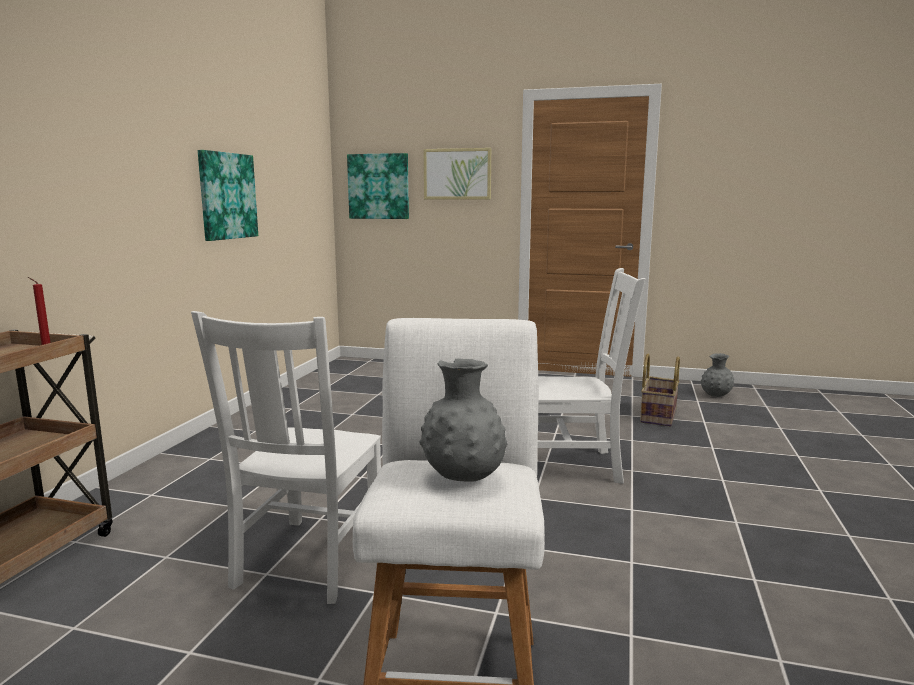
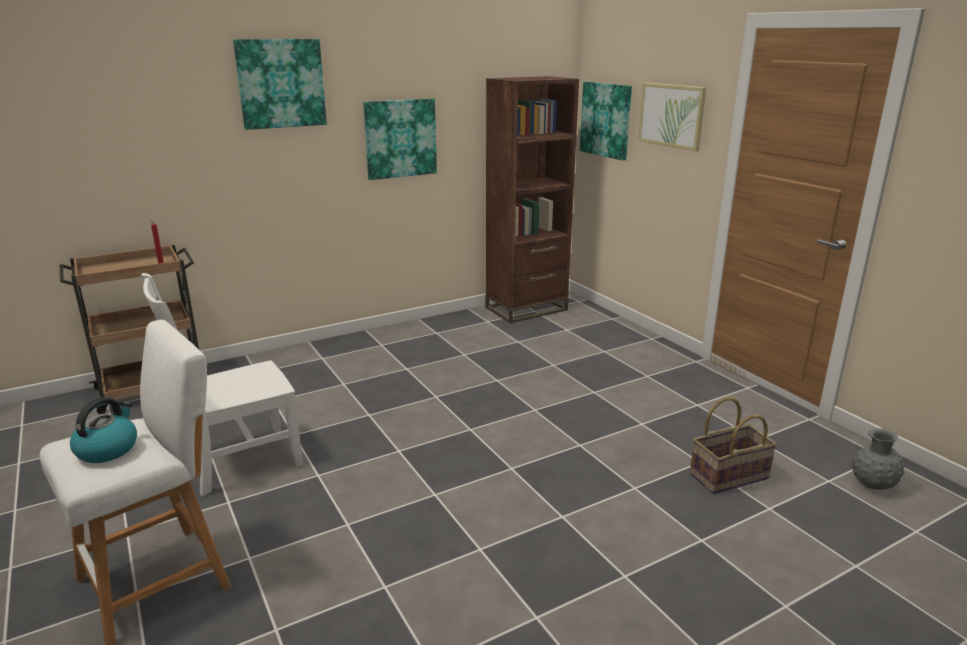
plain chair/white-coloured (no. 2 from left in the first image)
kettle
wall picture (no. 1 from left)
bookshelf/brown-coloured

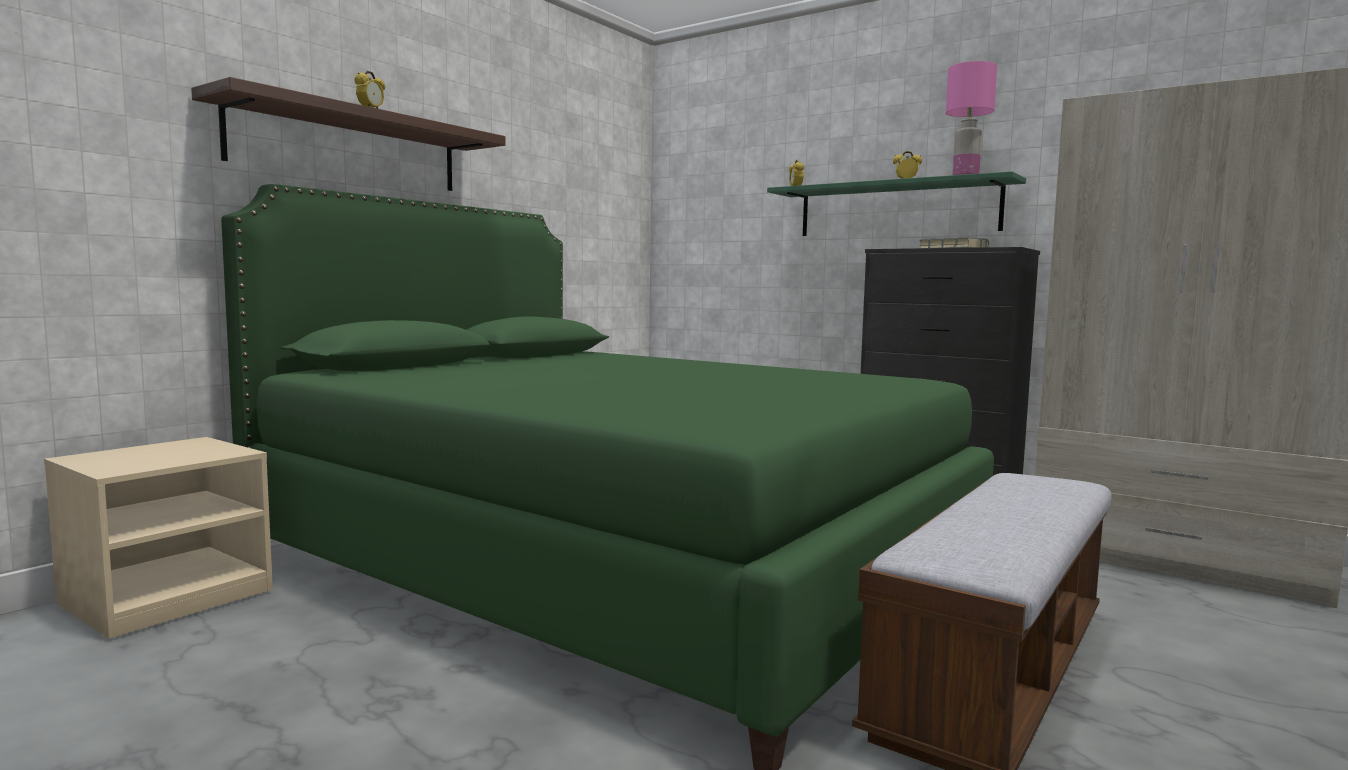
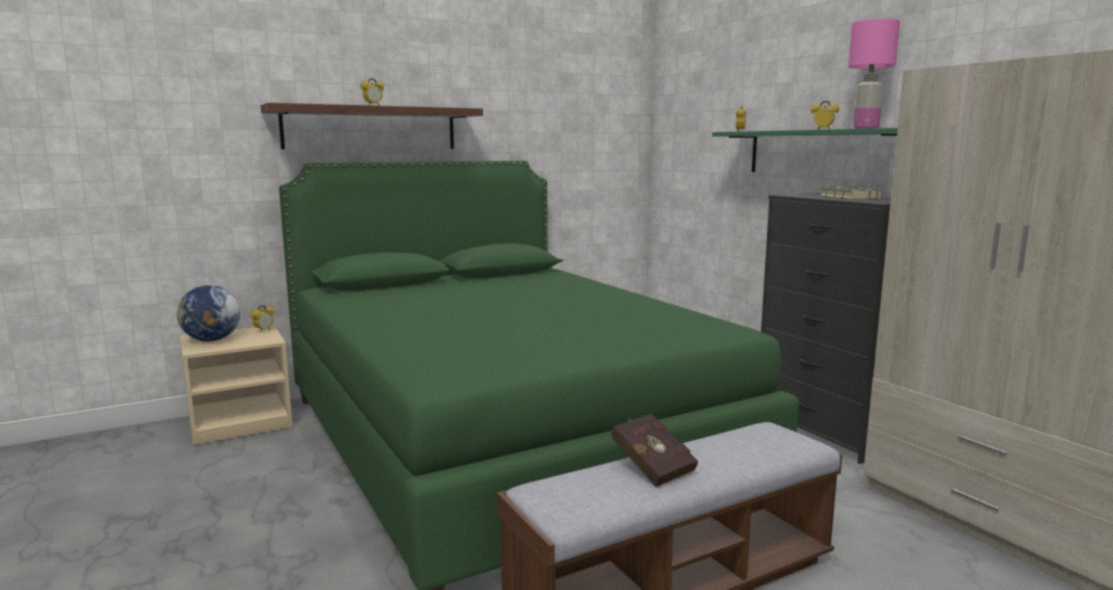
globe
alarm clock (no. 1 from left)
volume/reddish

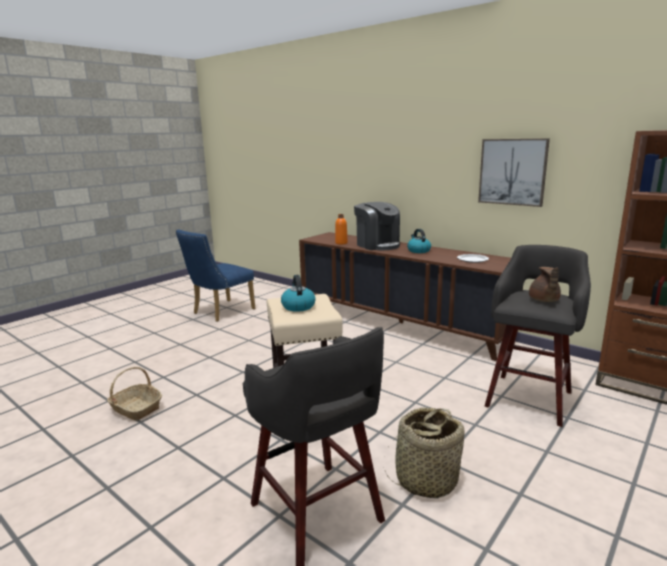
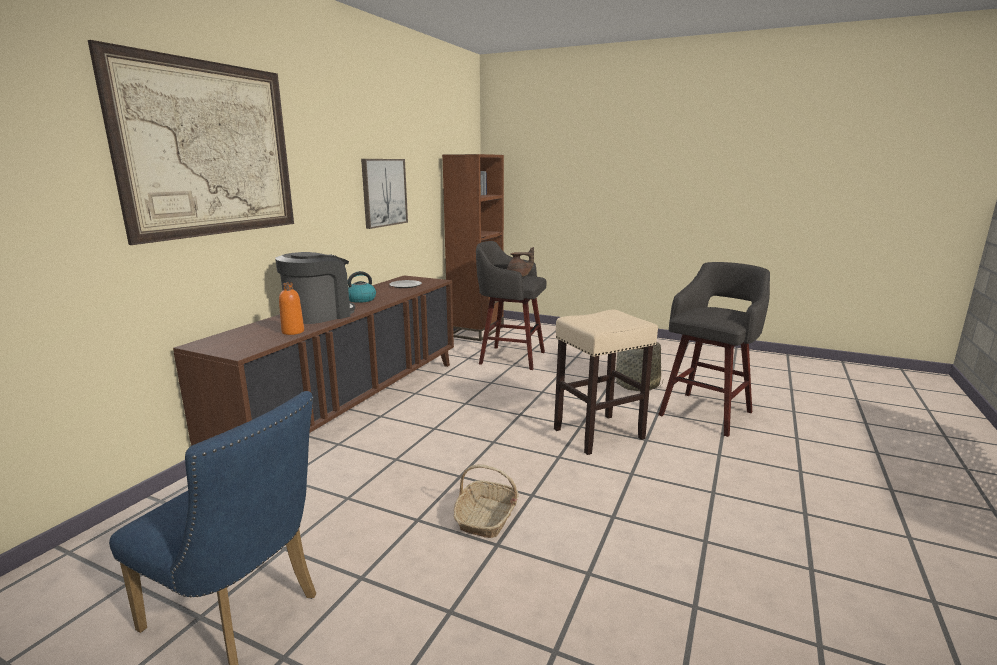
kettle (no. 1 from left in the first image)
basket (no. 1 from left)
wall picture (no. 1 from left)

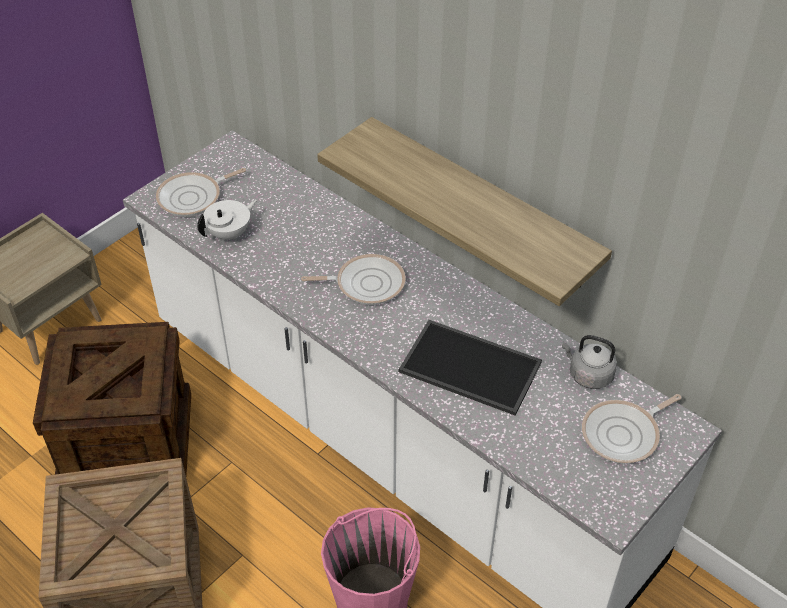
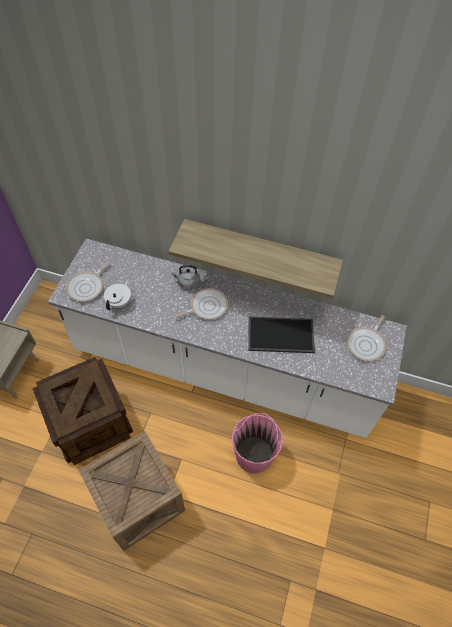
kettle/grey

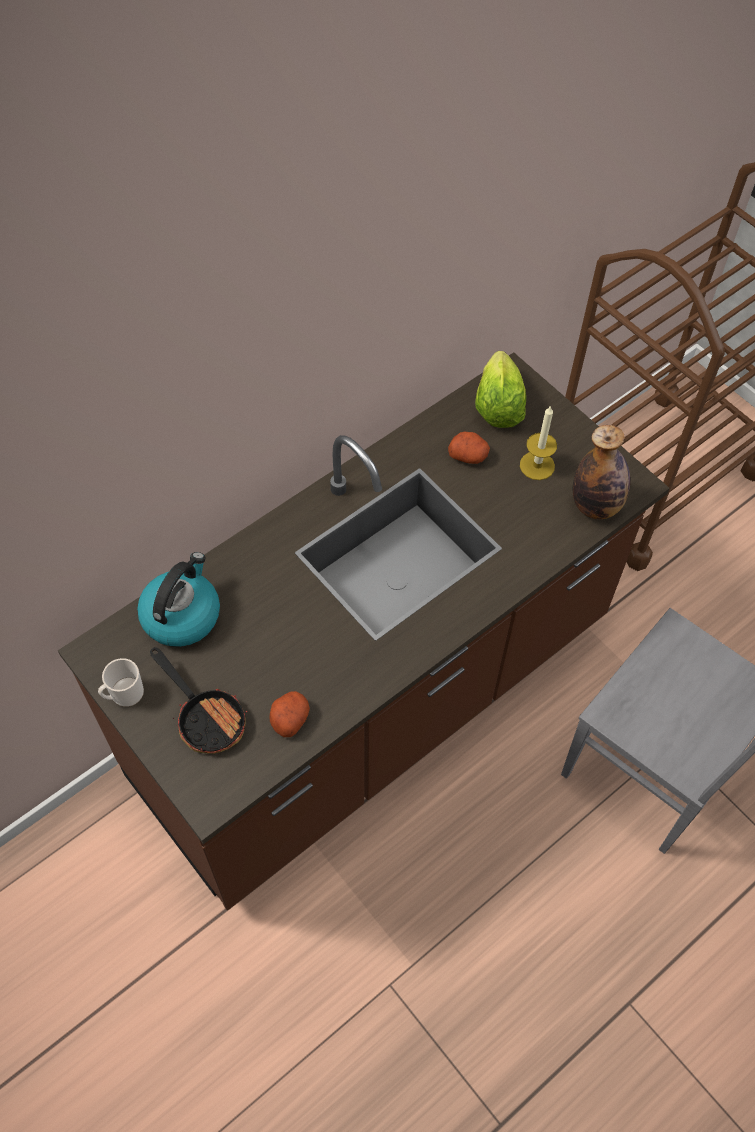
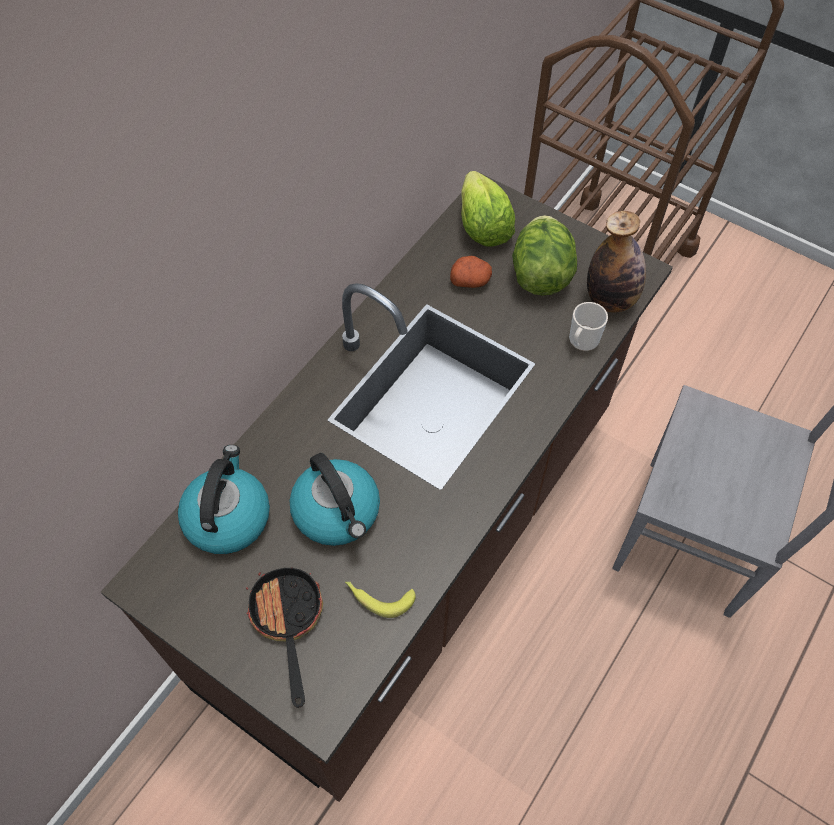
lettuce head (no. 2 from left)
pan
mug
banana fruit
kettle (no. 2 from left)

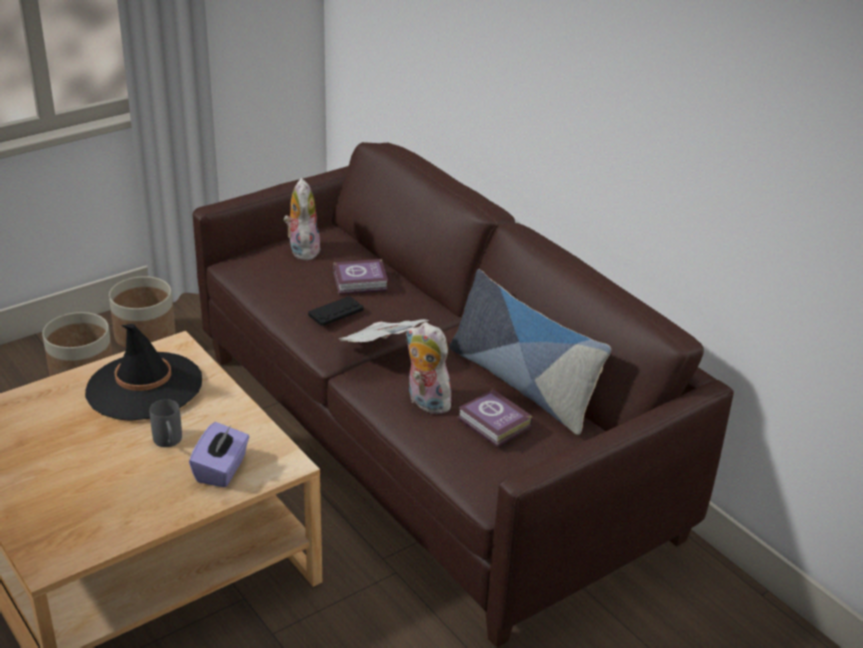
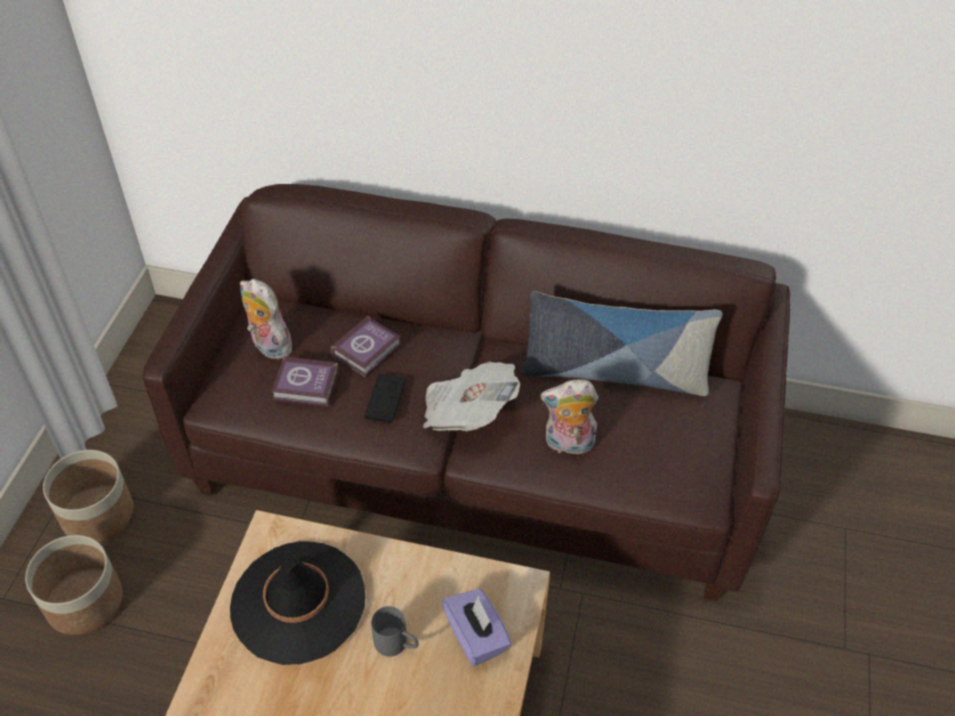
volume (no. 1 from left)

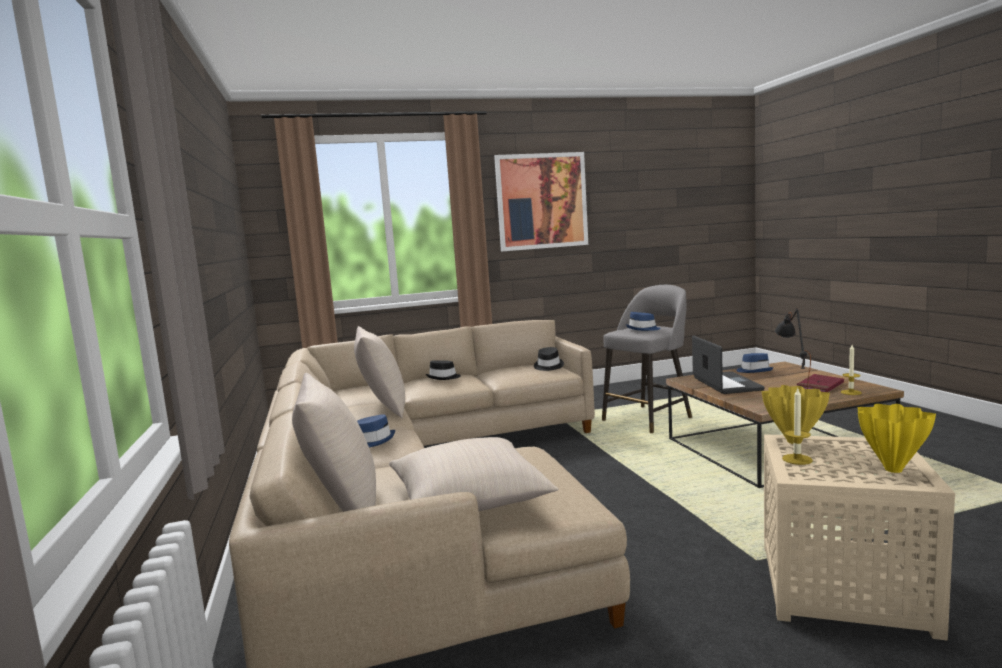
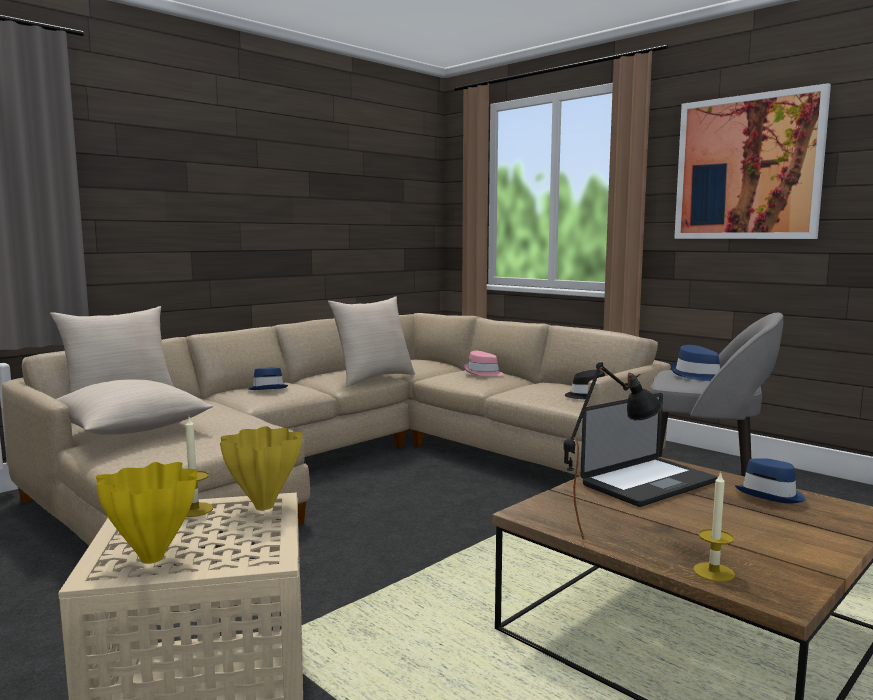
wearable hat/pinkish
volume/reddish

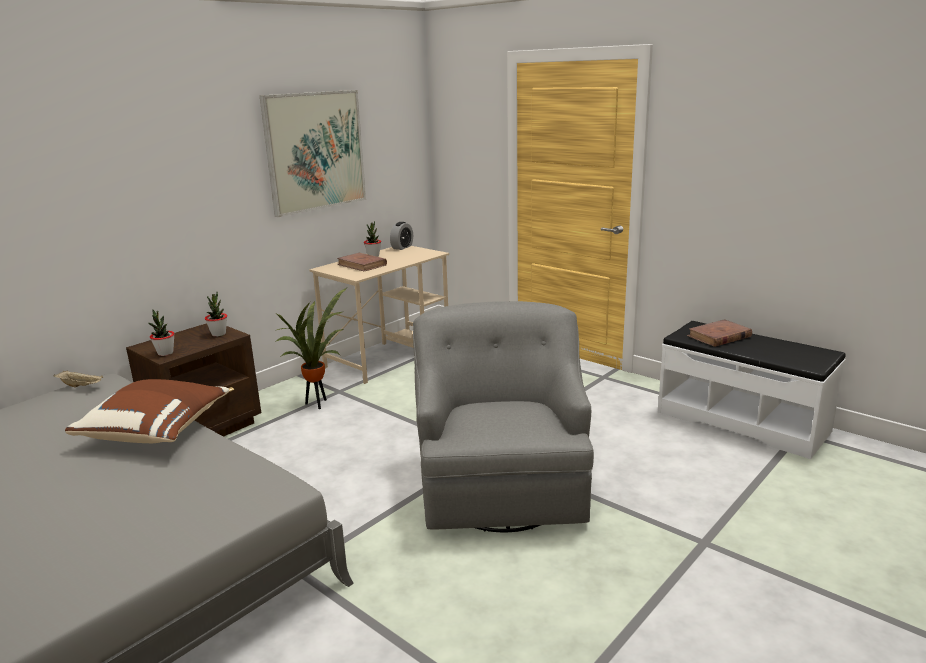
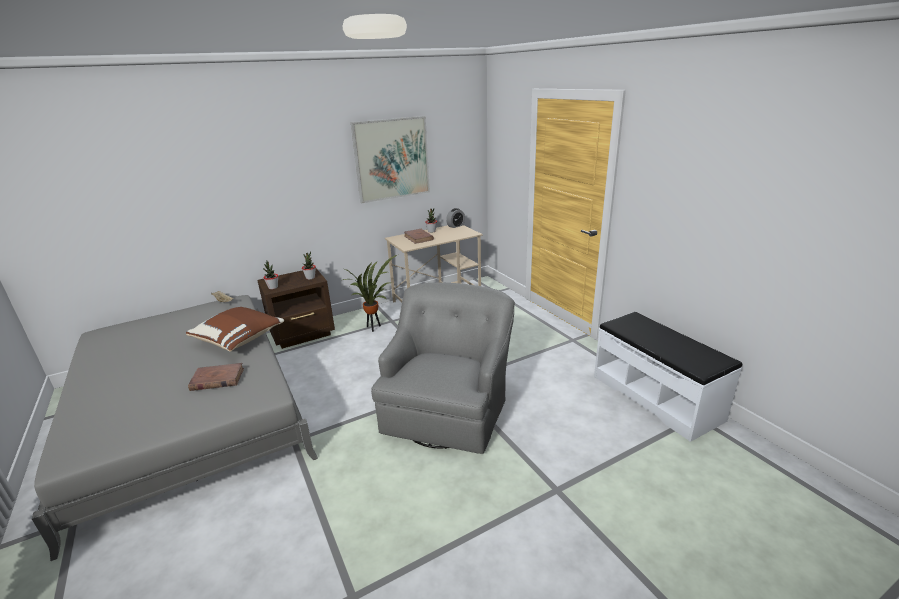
volume/brown-coloured (no. 1 from left)

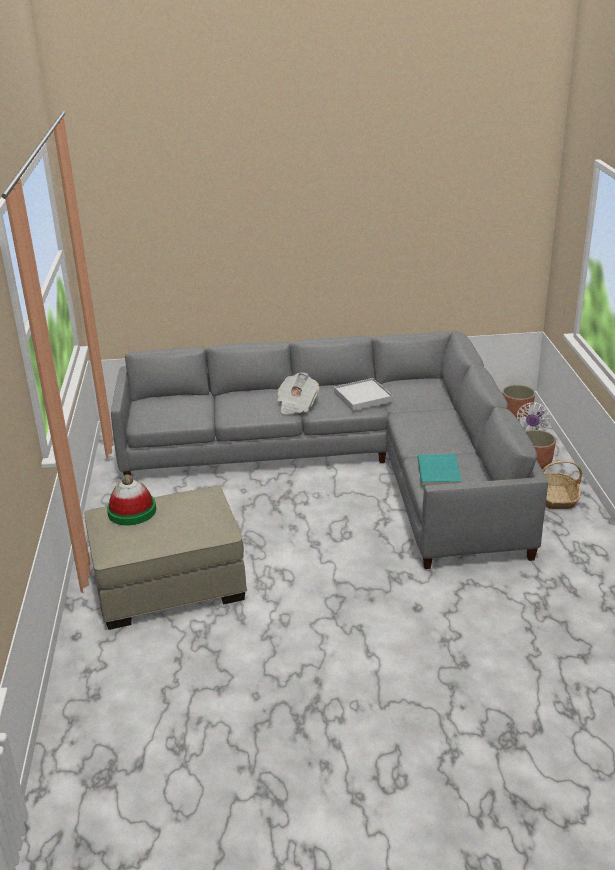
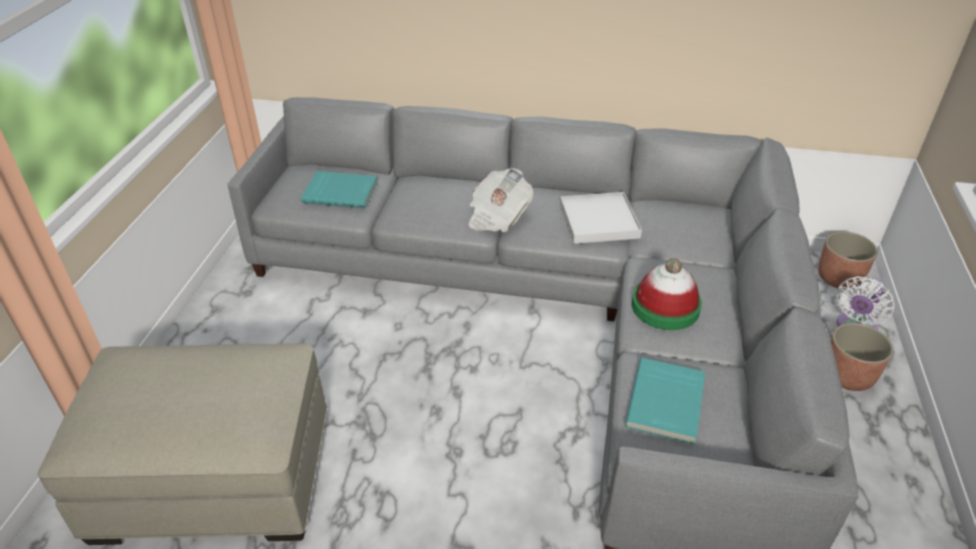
basket
wearable hat
volume/blue-green (no. 1 from left)

